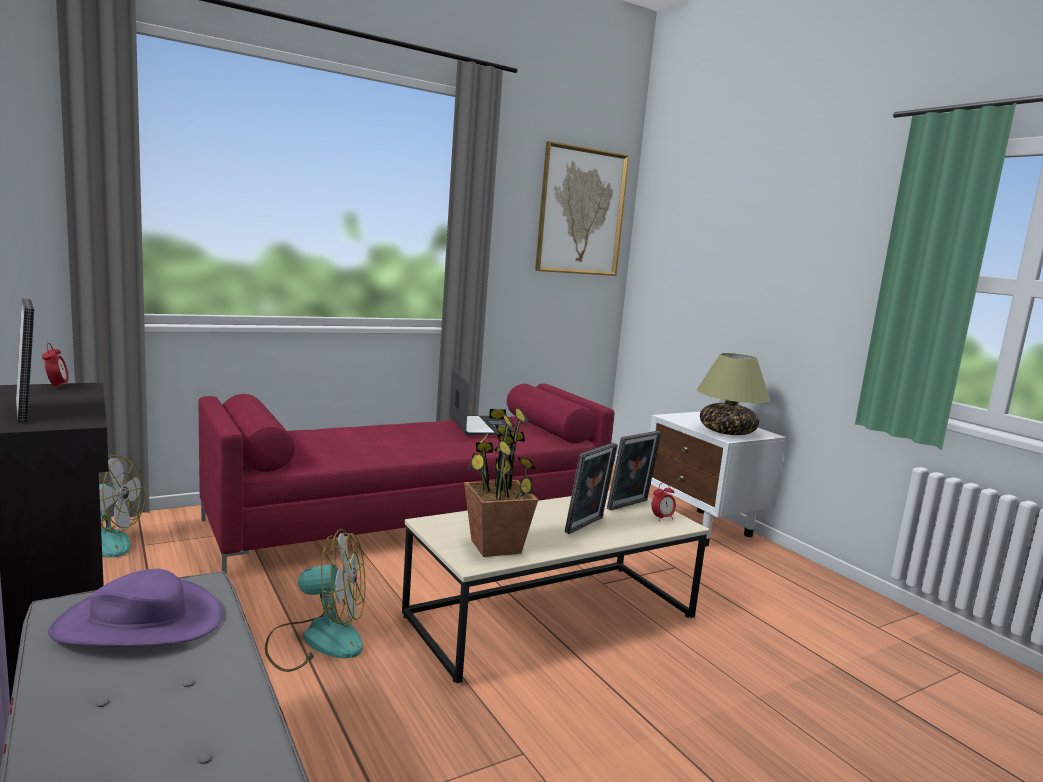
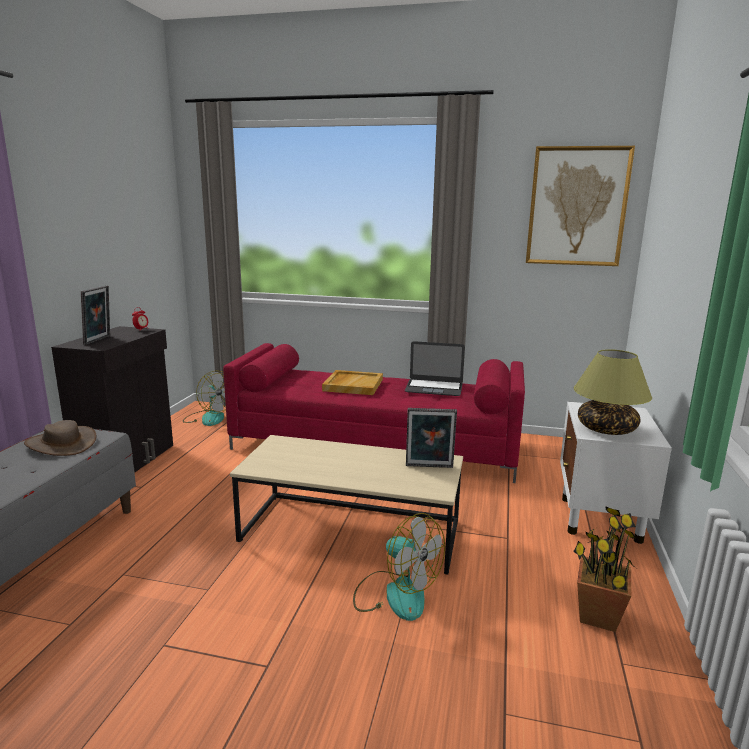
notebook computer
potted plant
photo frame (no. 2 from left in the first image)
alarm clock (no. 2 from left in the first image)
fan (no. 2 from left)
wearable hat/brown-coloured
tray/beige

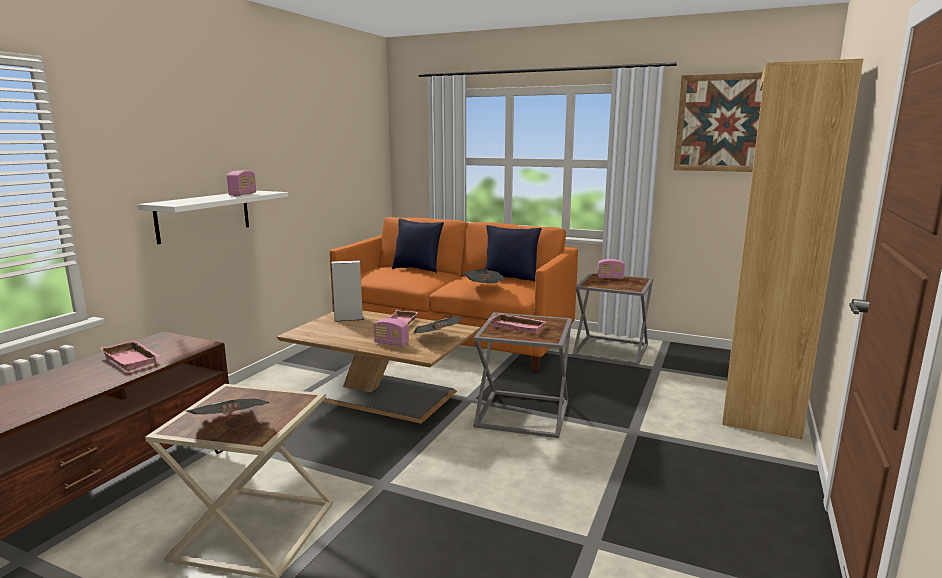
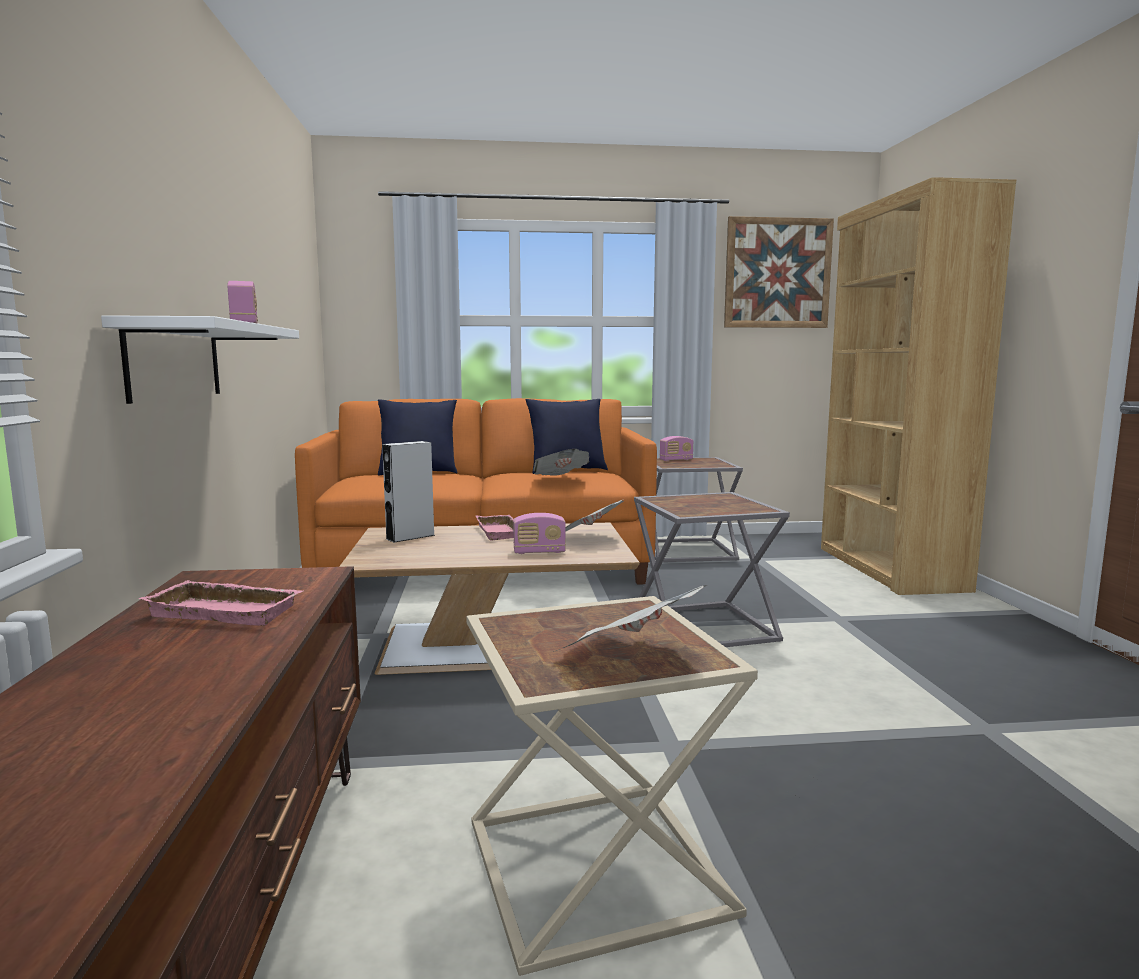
tray/pinkish (no. 3 from left in the first image)

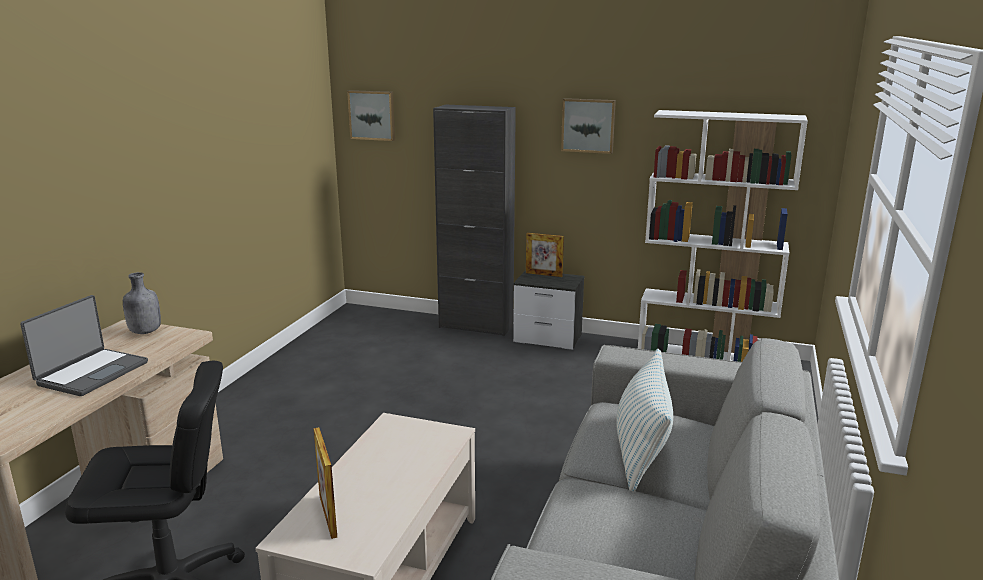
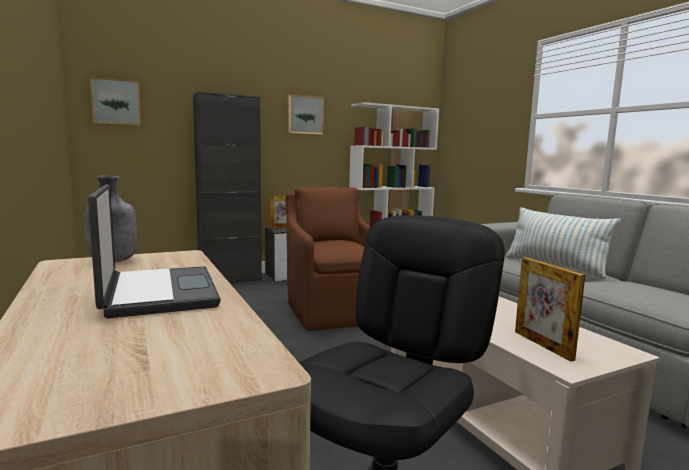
photo frame (no. 2 from left)
easy chair/brown-coloured

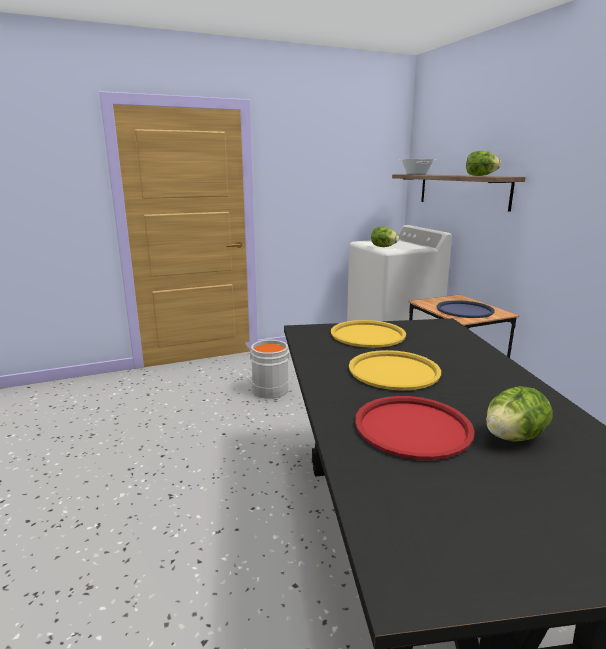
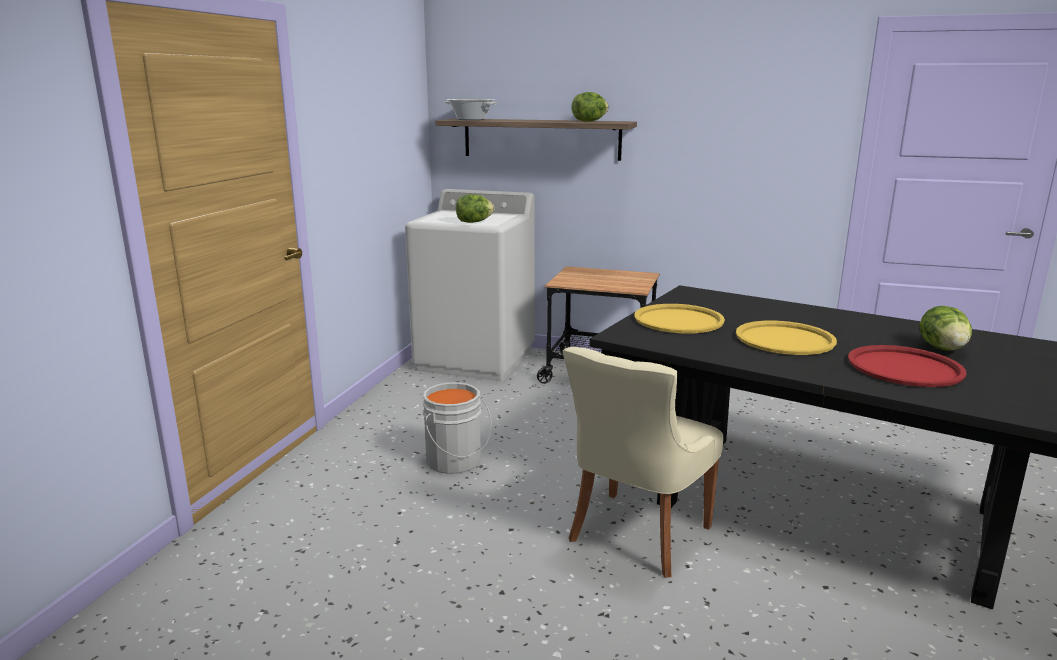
tray/blue-coloured
plain chair/beige

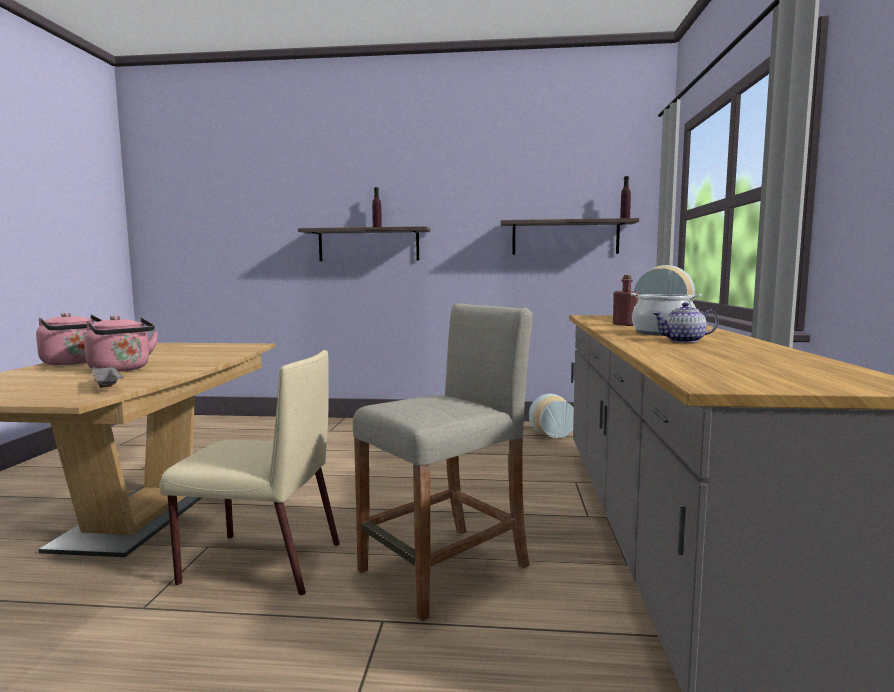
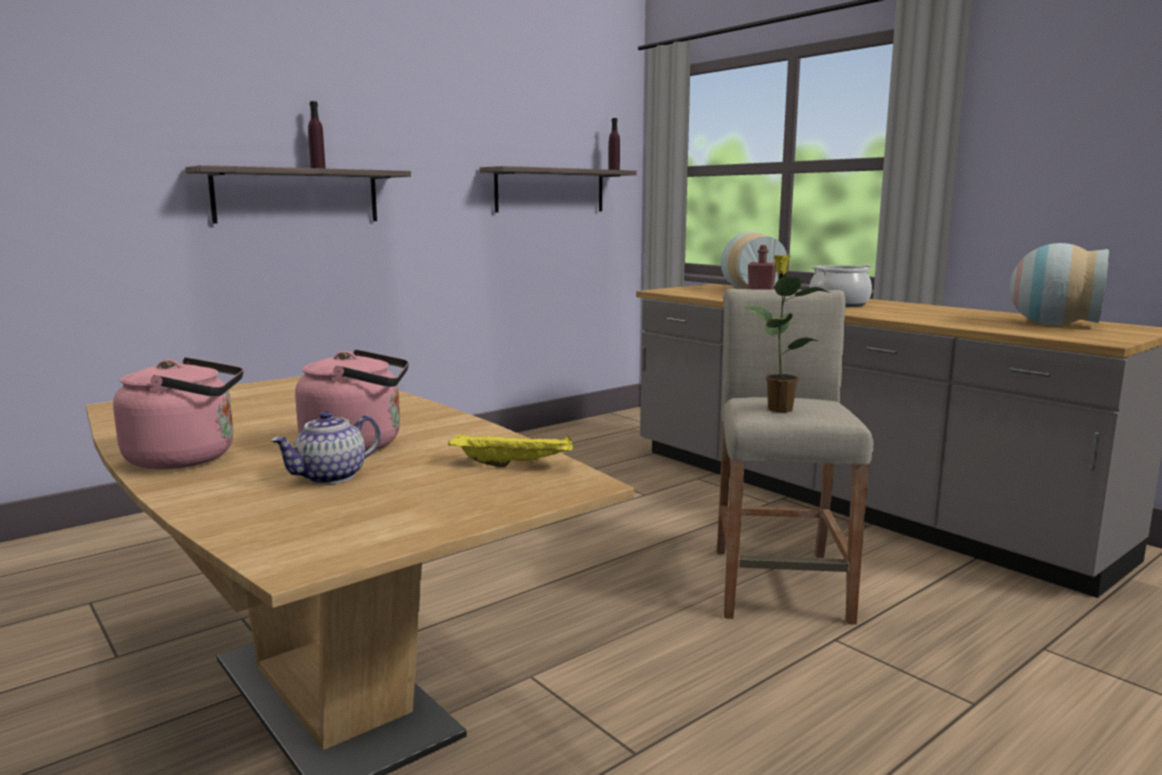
pot for tea
plain chair/beige
tray/yellow-coloured
decorative vase (no. 2 from left)
potted plant

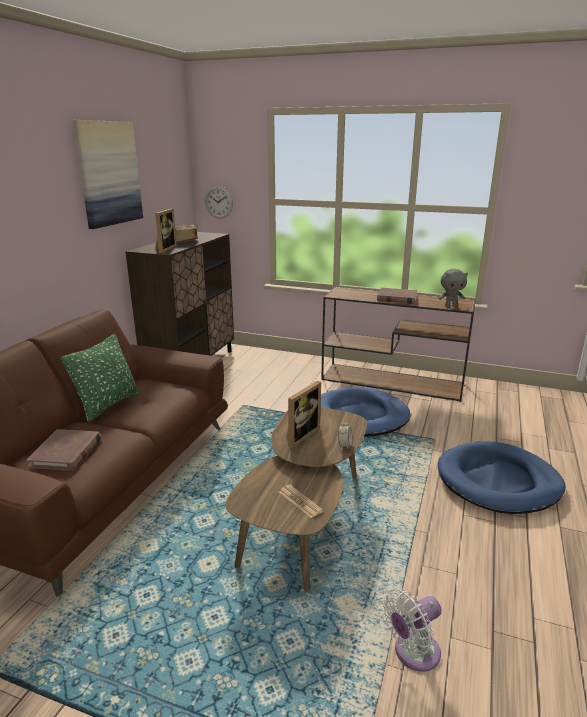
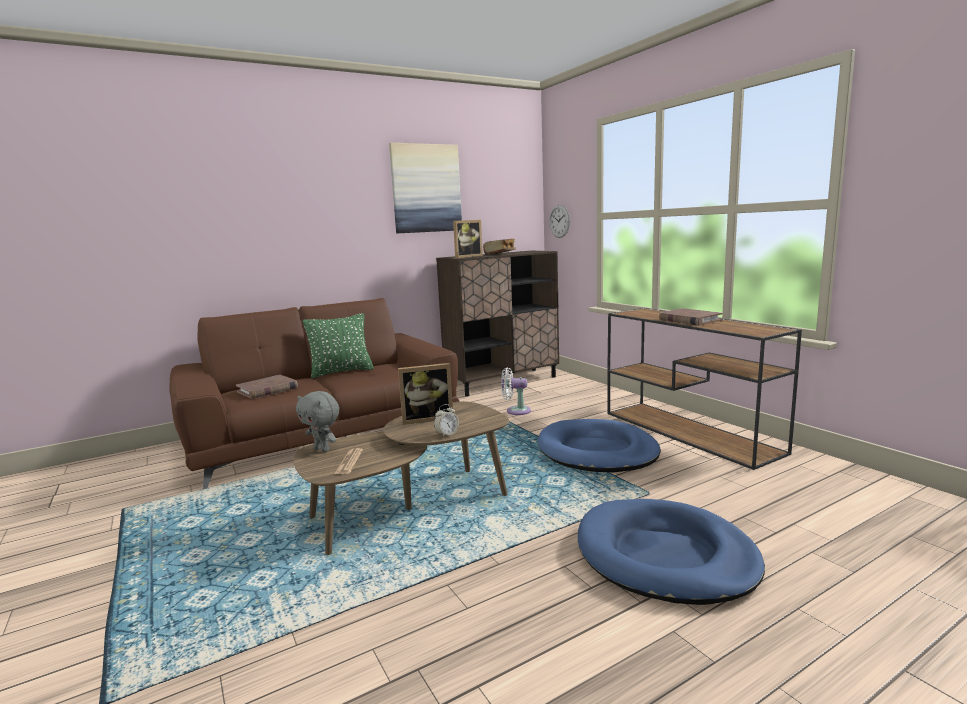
soft toy/grey
fan/white-coloured

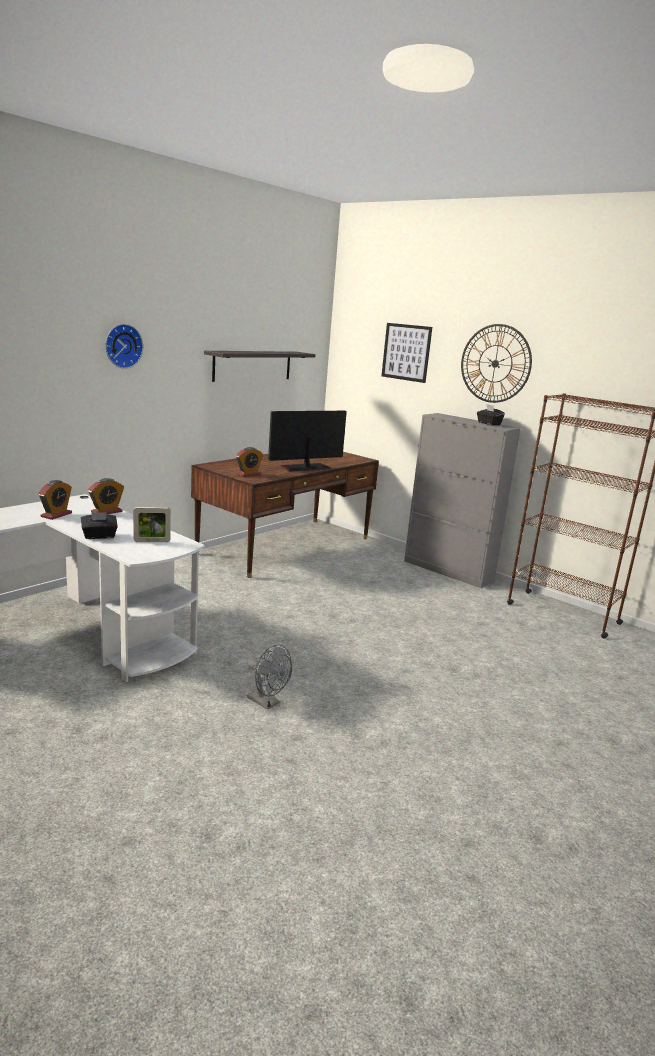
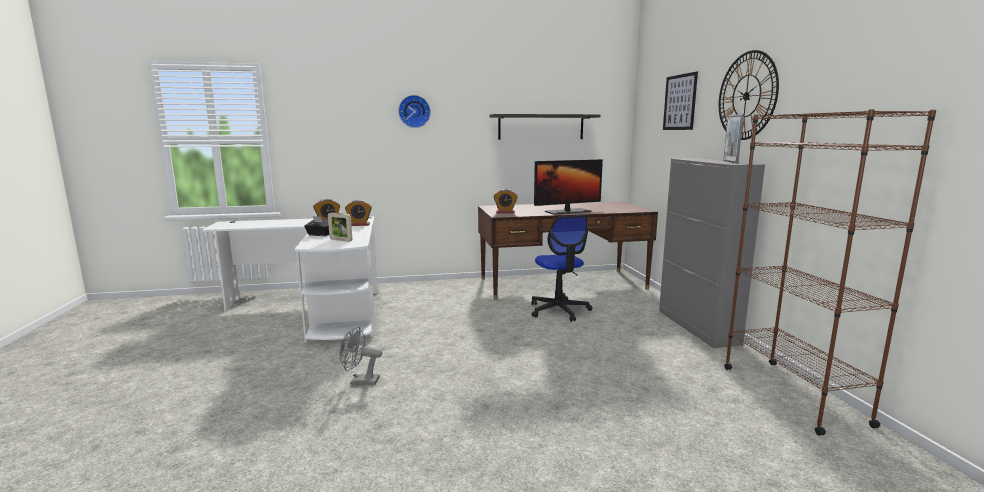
photo frame (no. 2 from left)
computer display
fan/grey
office chair

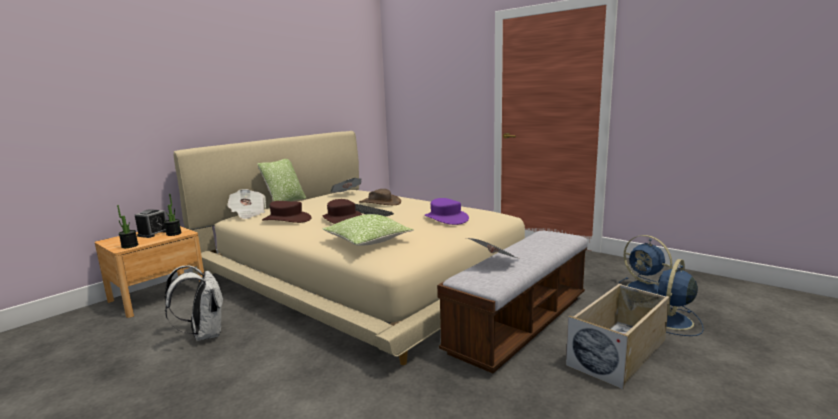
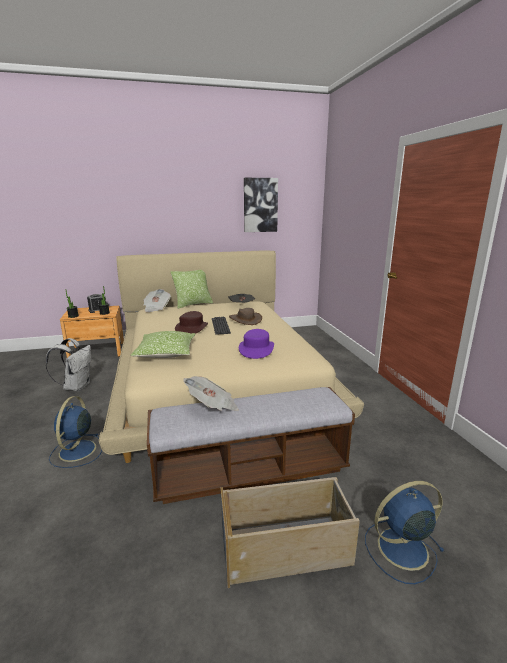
wearable hat/brown-coloured (no. 1 from left in the first image)
fan/blue-coloured (no. 1 from left)
wall picture

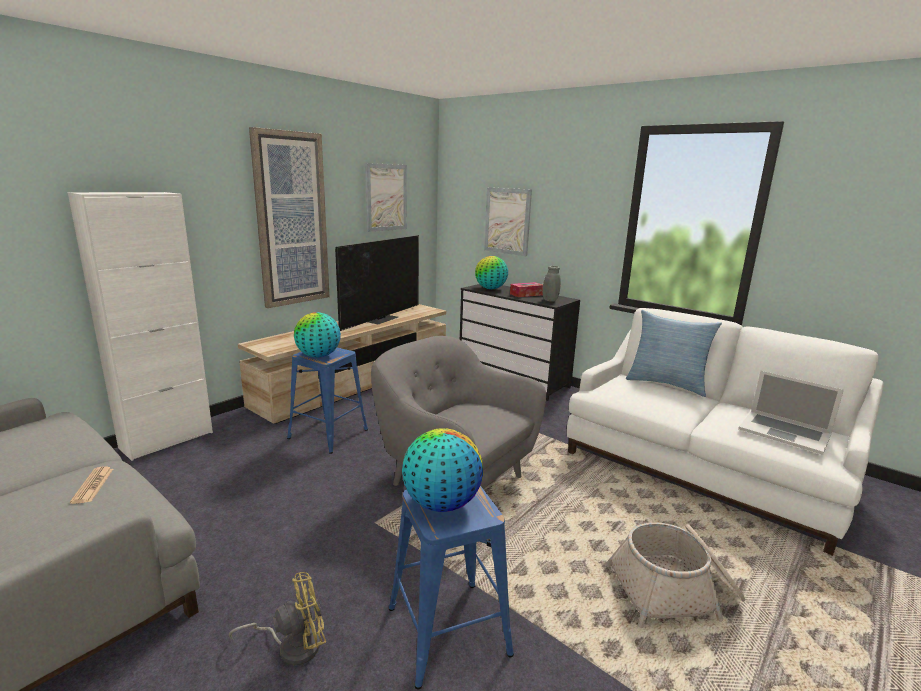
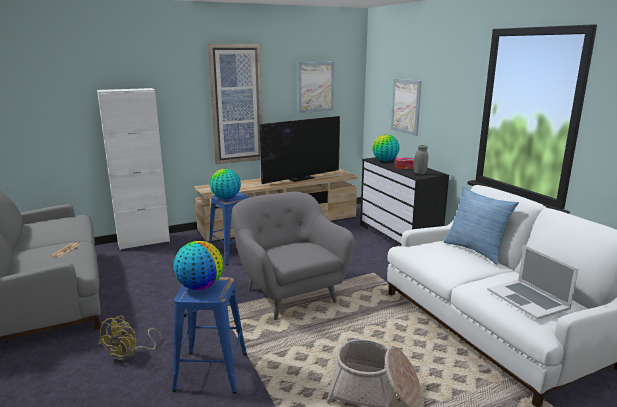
fan/yellow-coloured

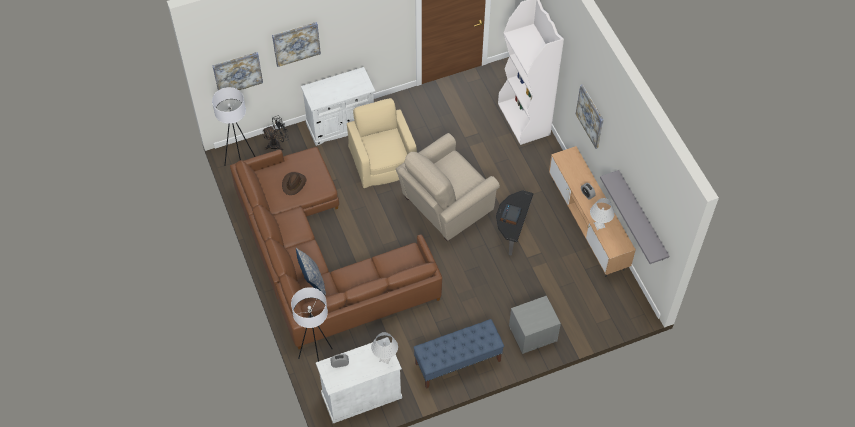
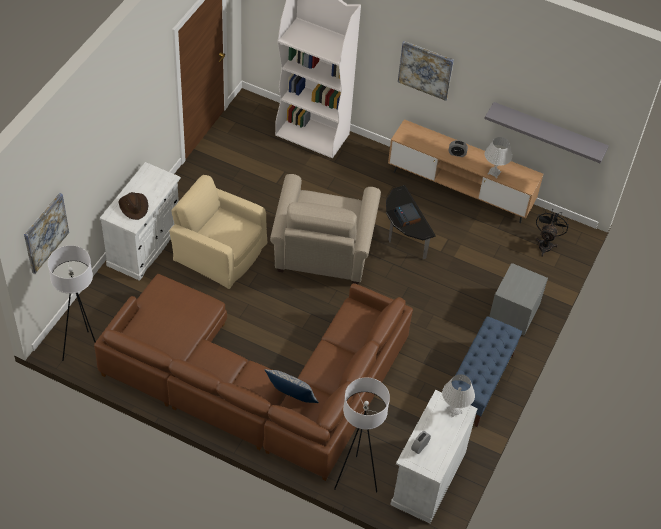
wall picture (no. 2 from left in the first image)
fan/black
wearable hat/brown-coloured

